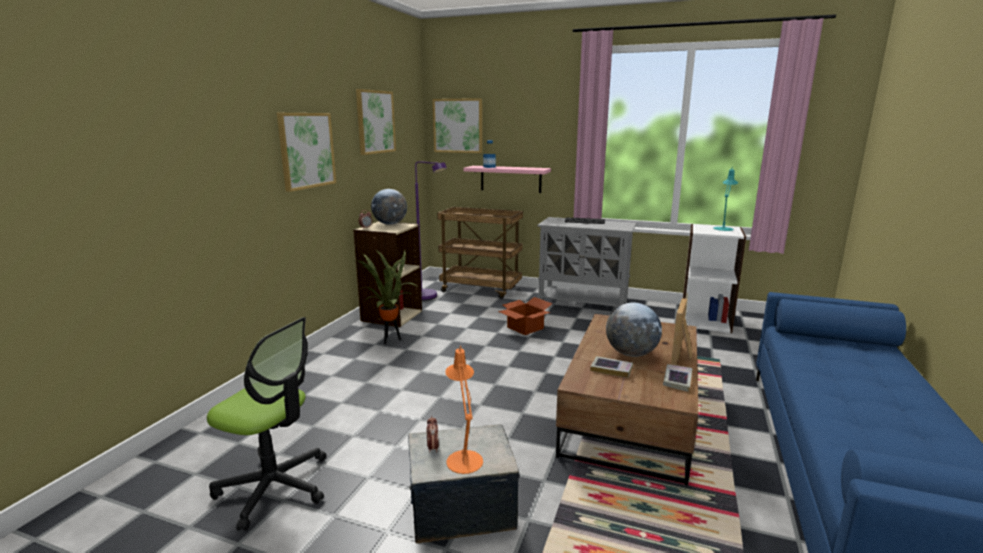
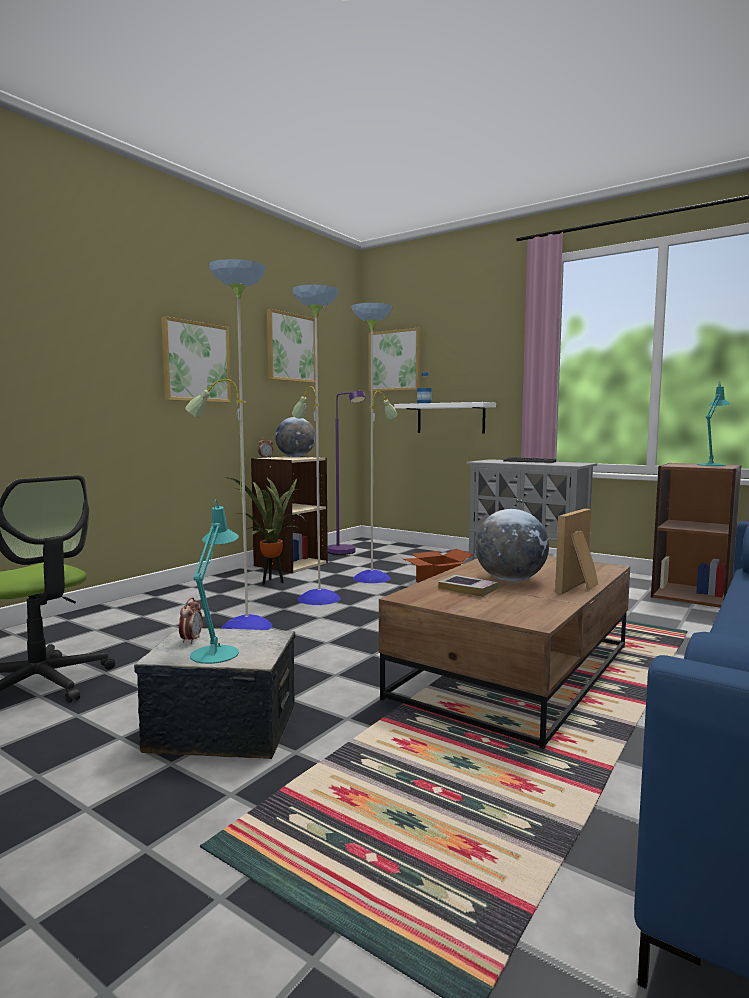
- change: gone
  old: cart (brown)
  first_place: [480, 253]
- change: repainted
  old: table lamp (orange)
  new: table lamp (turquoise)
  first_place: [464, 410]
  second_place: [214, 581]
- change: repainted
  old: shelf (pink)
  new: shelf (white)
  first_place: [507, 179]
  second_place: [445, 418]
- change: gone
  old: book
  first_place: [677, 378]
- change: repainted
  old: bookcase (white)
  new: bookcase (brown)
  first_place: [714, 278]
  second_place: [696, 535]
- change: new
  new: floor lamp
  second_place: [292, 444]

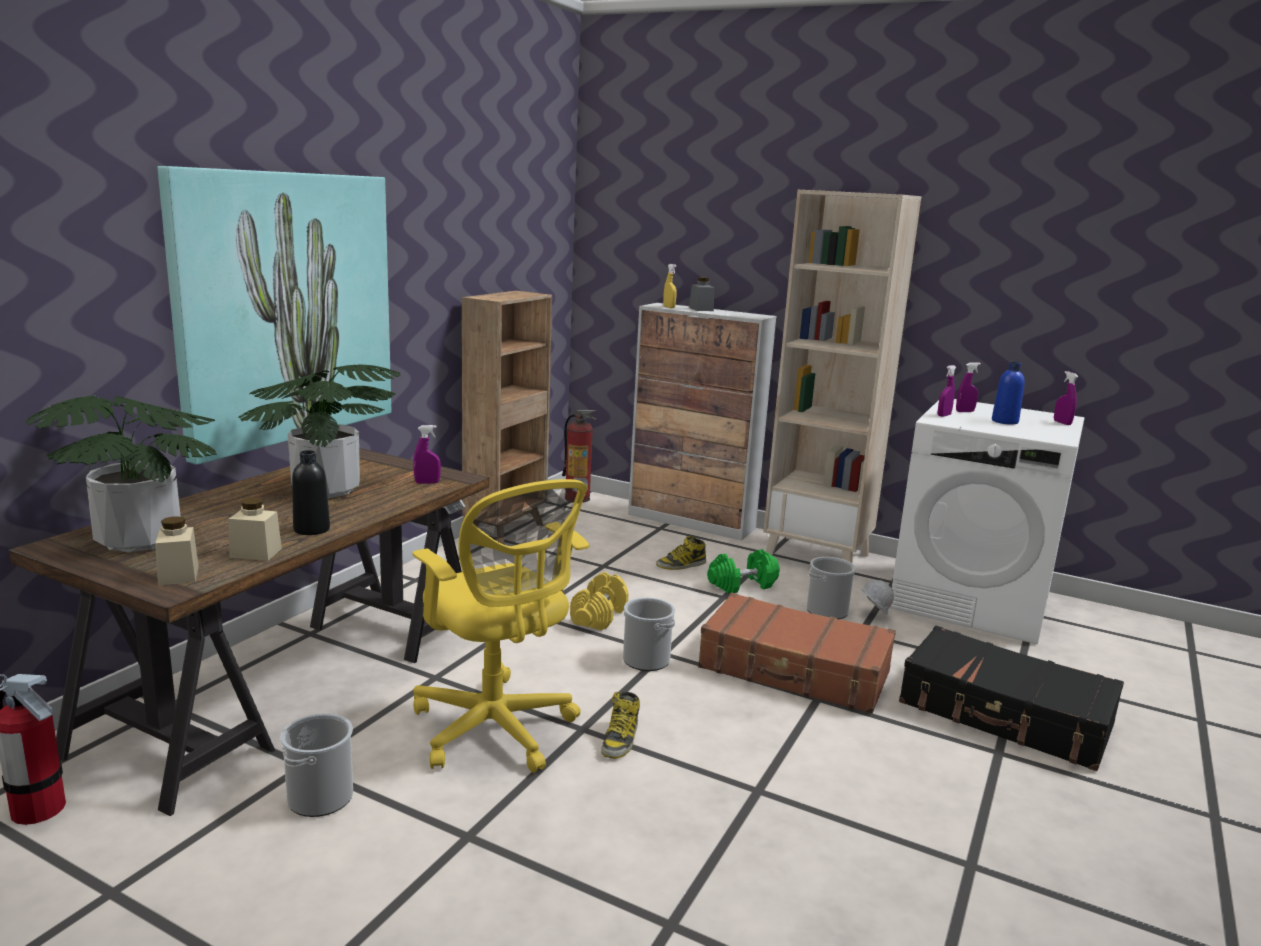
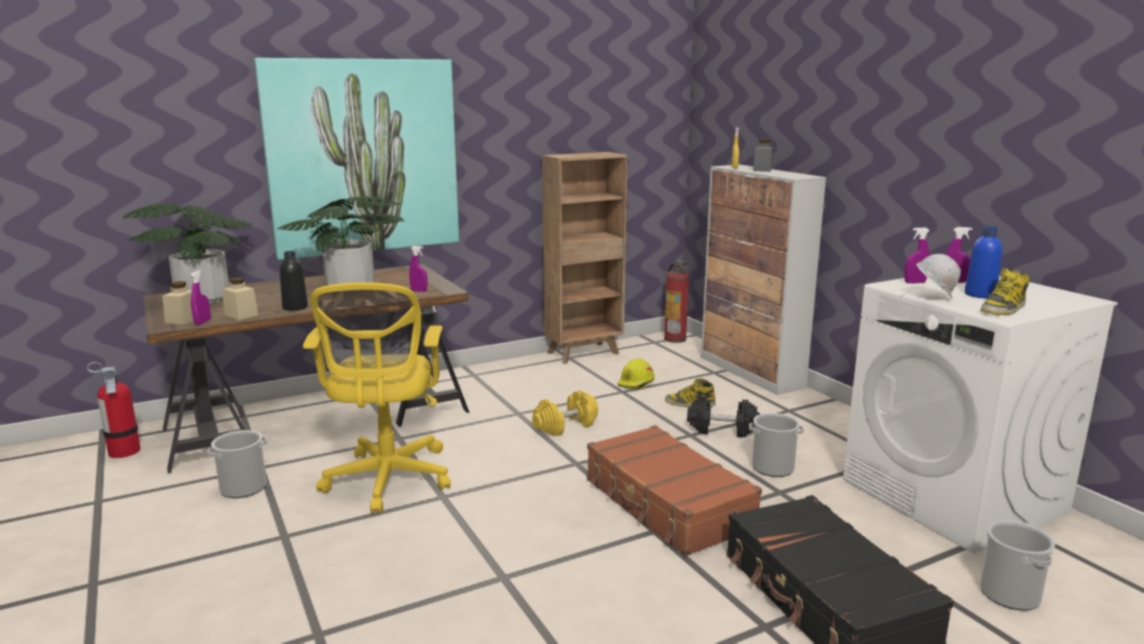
- change: shifted
  old: boot
  first_place: [620, 725]
  second_place: [1005, 291]
- change: shifted
  old: bucket
  first_place: [649, 634]
  second_place: [1017, 565]
- change: repainted
  old: dumbbell (green)
  new: dumbbell (black)
  first_place: [743, 571]
  second_place: [723, 416]
- change: gone
  old: bookcase (beige)
  first_place: [842, 376]
- change: shifted
  old: hard hat (white)
  first_place: [877, 597]
  second_place: [938, 276]
- change: shifted
  old: spray bottle (purple)
  first_place: [1066, 398]
  second_place: [200, 297]
- change: new
  new: hard hat (yellow)
  second_place: [636, 374]

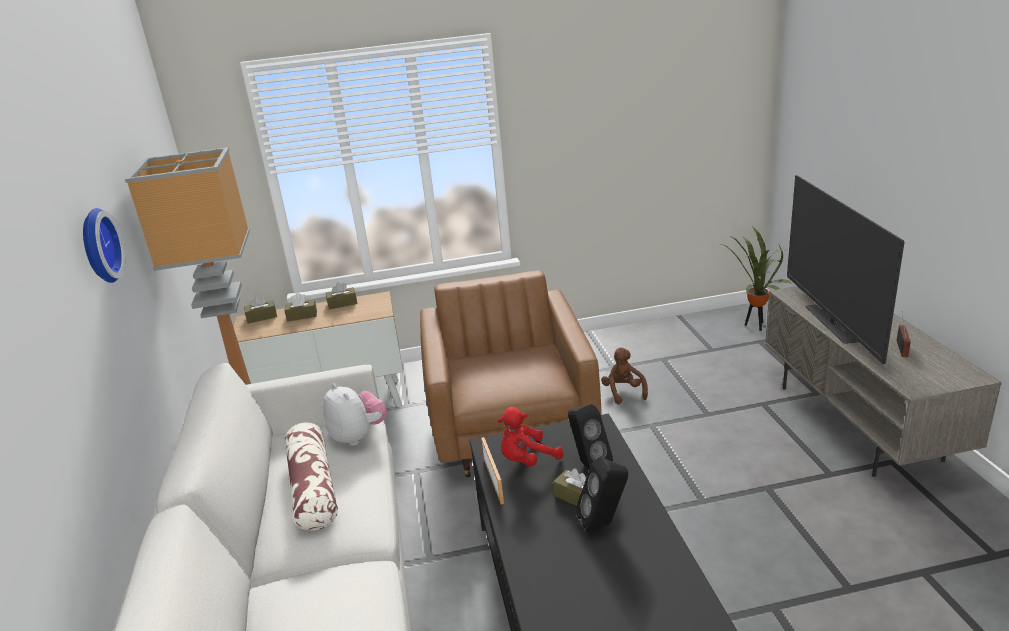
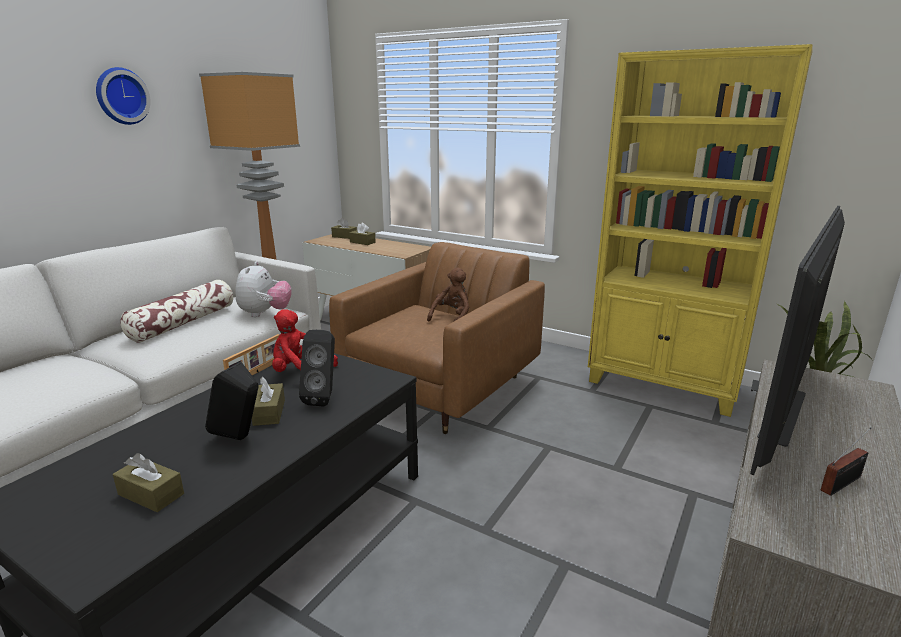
- change: shifted
  old: tissue box (brown)
  first_place: [341, 295]
  second_place: [148, 482]
- change: shifted
  old: plush toy (brown)
  first_place: [624, 376]
  second_place: [448, 294]
- change: new
  new: bookcase (yellow)
  second_place: [700, 230]

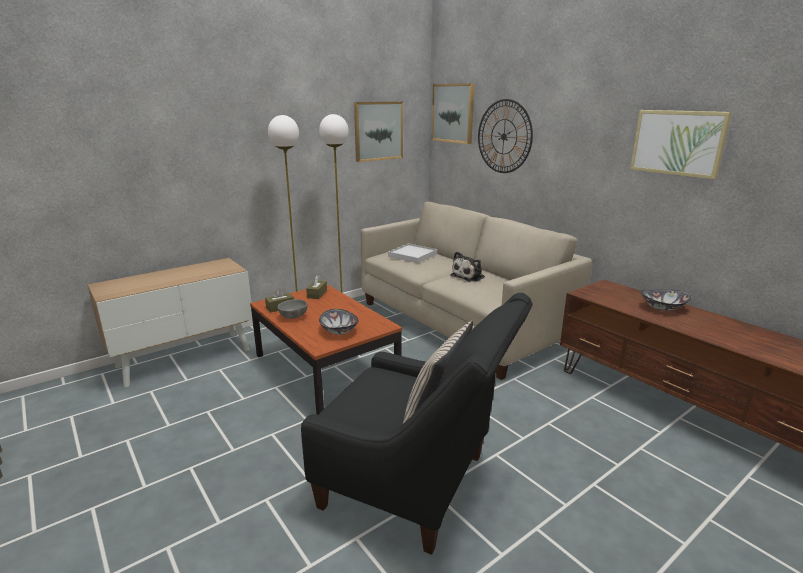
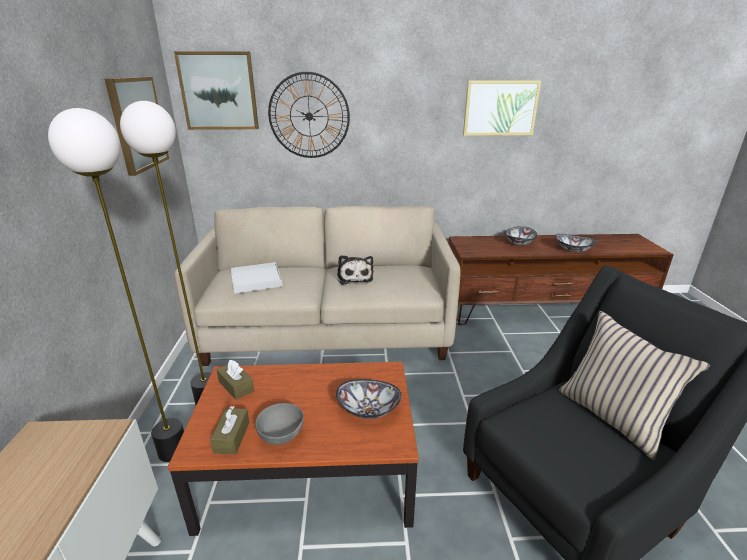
- change: new
  new: bowl
  second_place: [576, 243]

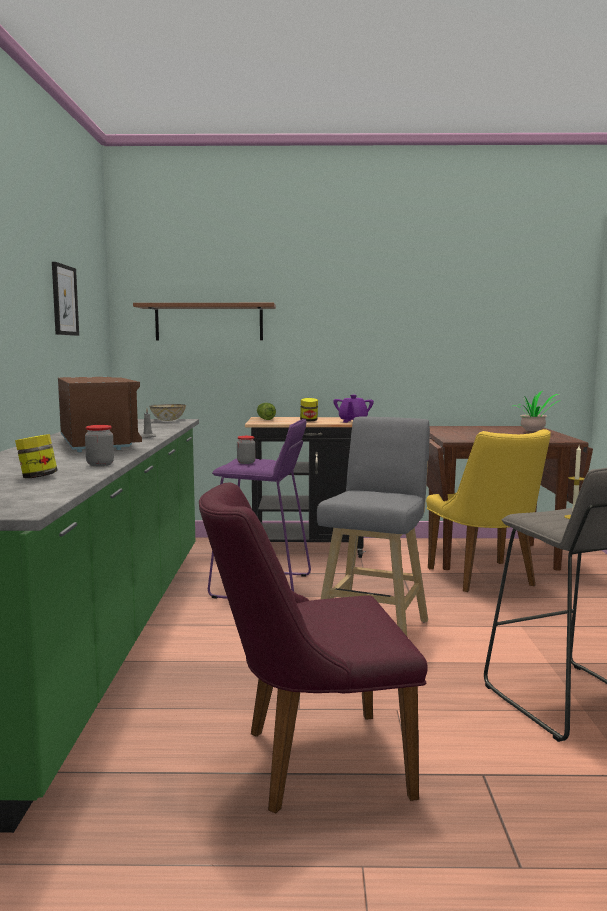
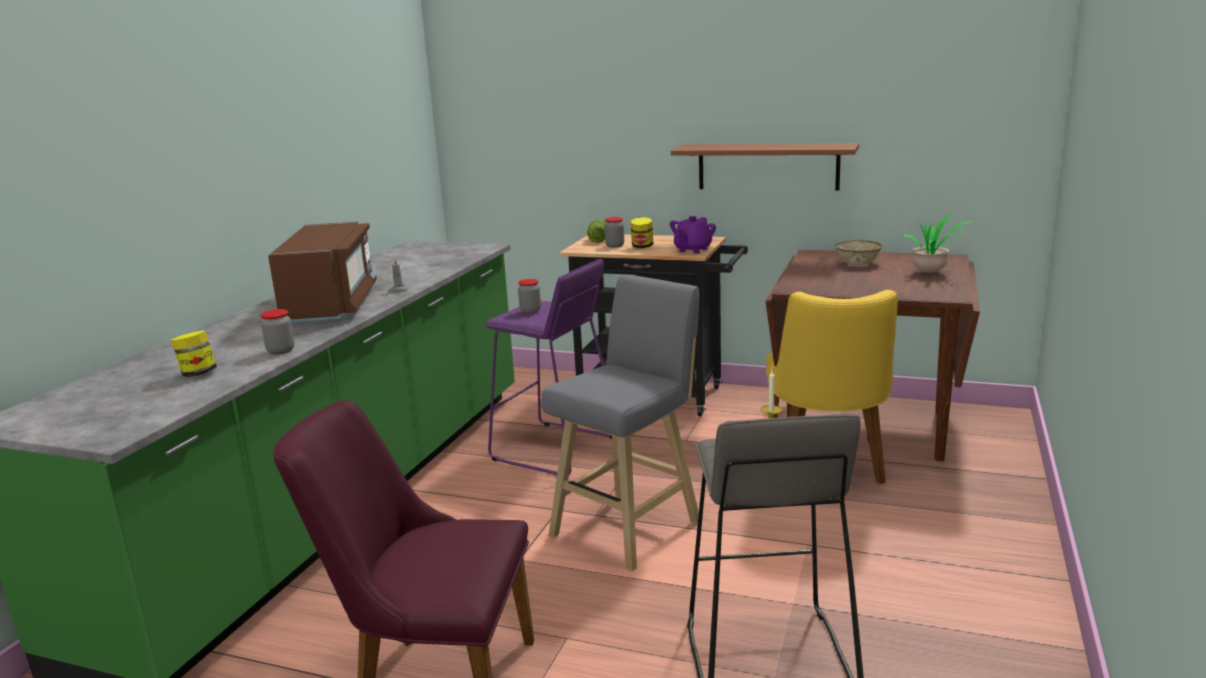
- change: gone
  old: picture
  first_place: [65, 299]
- change: shifted
  old: shelf (brown)
  first_place: [204, 321]
  second_place: [765, 166]
- change: shifted
  old: bowl
  first_place: [167, 412]
  second_place: [858, 252]
- change: new
  new: jar
  second_place: [614, 232]

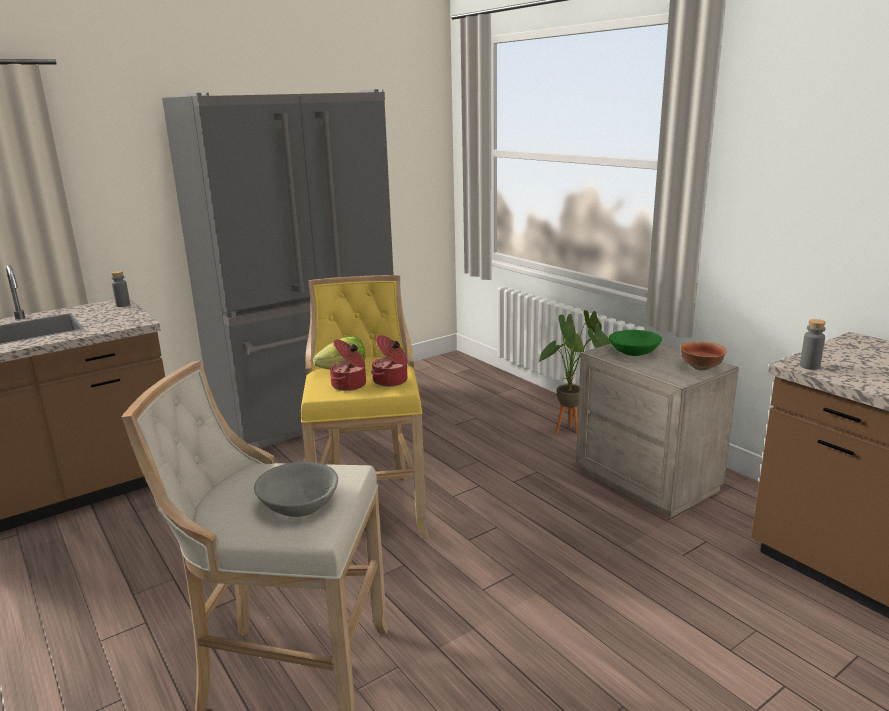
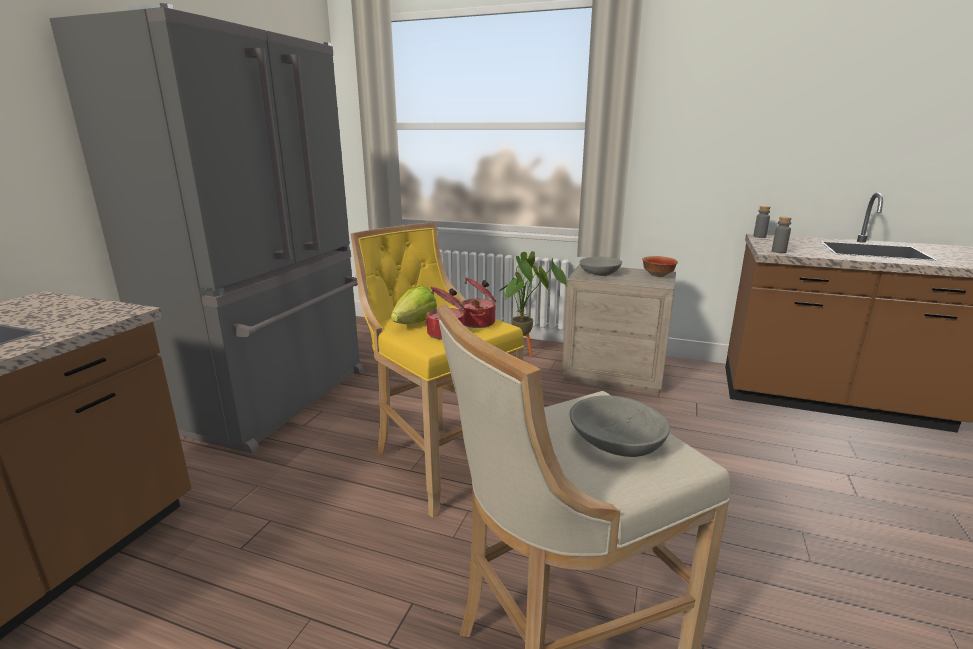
- change: shifted
  old: bottle (grey)
  first_place: [120, 289]
  second_place: [761, 222]
- change: repainted
  old: bowl (green)
  new: bowl (grey)
  first_place: [635, 343]
  second_place: [601, 266]

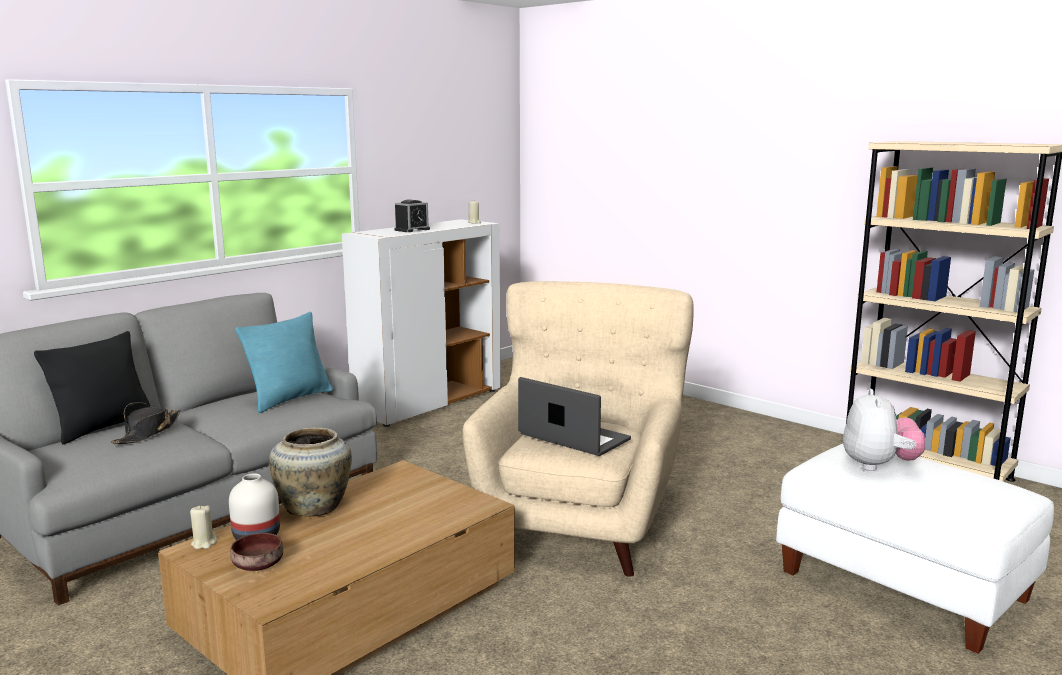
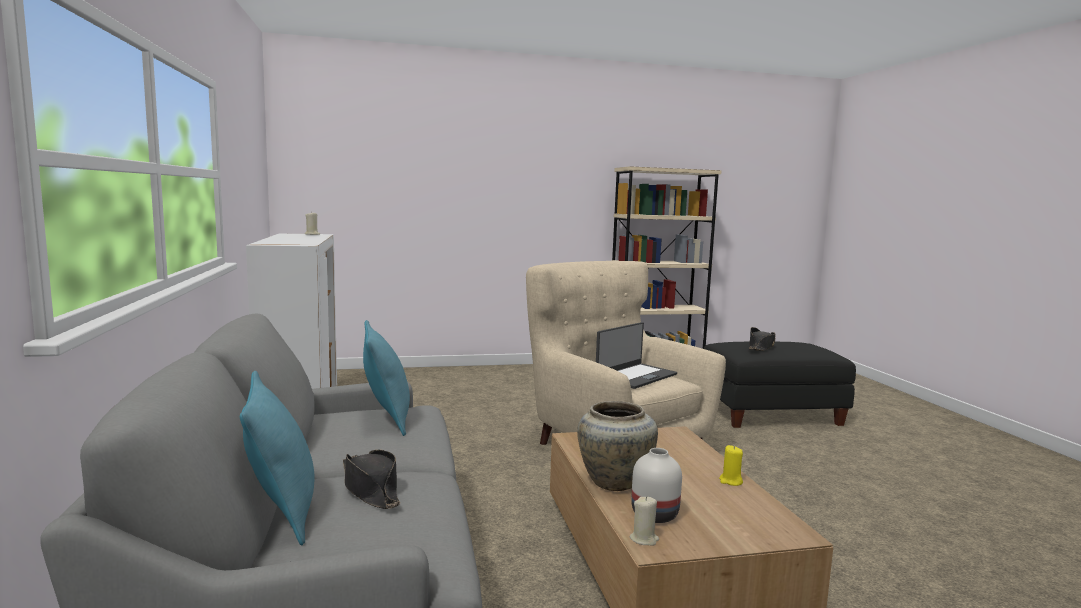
- change: repainted
  old: pillow (black)
  new: pillow (turquoise)
  first_place: [92, 387]
  second_place: [277, 458]
- change: gone
  old: bowl (brown)
  first_place: [256, 552]
- change: gone
  old: alarm clock
  first_place: [412, 215]
- change: rotated
  old: laptop
  first_place: [574, 416]
  second_place: [636, 355]
  degrees: 150
- change: repainted
  old: ottoman (white)
  new: ottoman (black)
  first_place: [915, 549]
  second_place: [780, 385]
- change: swapped
  old: plush toy
  new: hat (black)
  first_place: [884, 430]
  second_place: [762, 339]
- change: new
  new: candle (yellow)
  second_place: [731, 465]

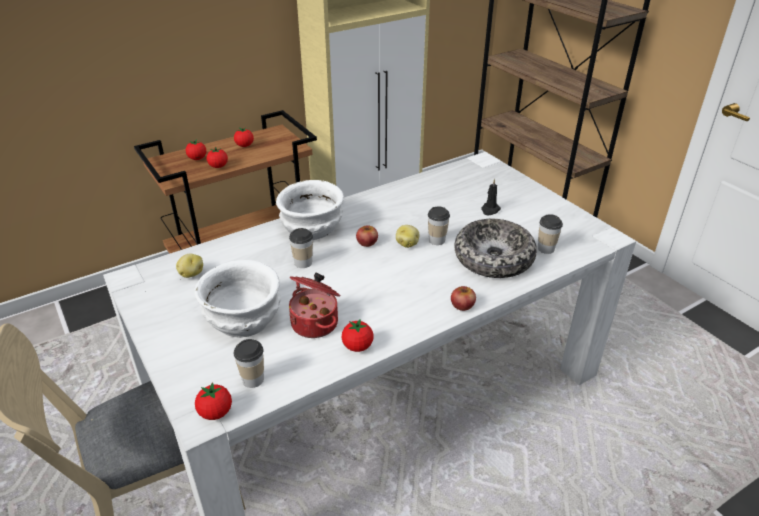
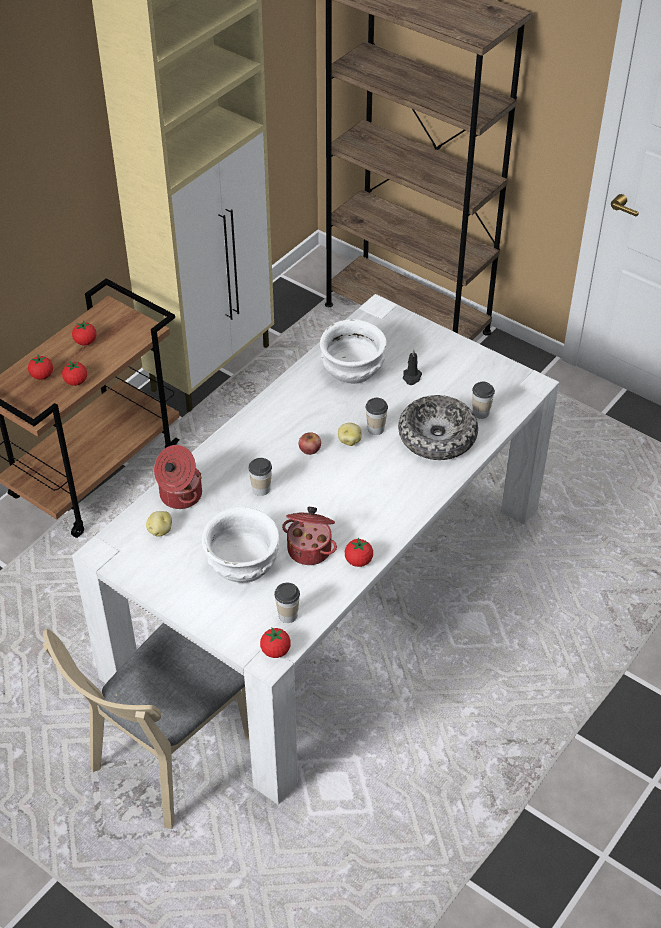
- change: shifted
  old: bowl (white)
  first_place: [310, 210]
  second_place: [353, 351]
- change: gone
  old: apple
  first_place: [463, 298]
- change: new
  new: cooking pot
  second_place: [178, 477]

